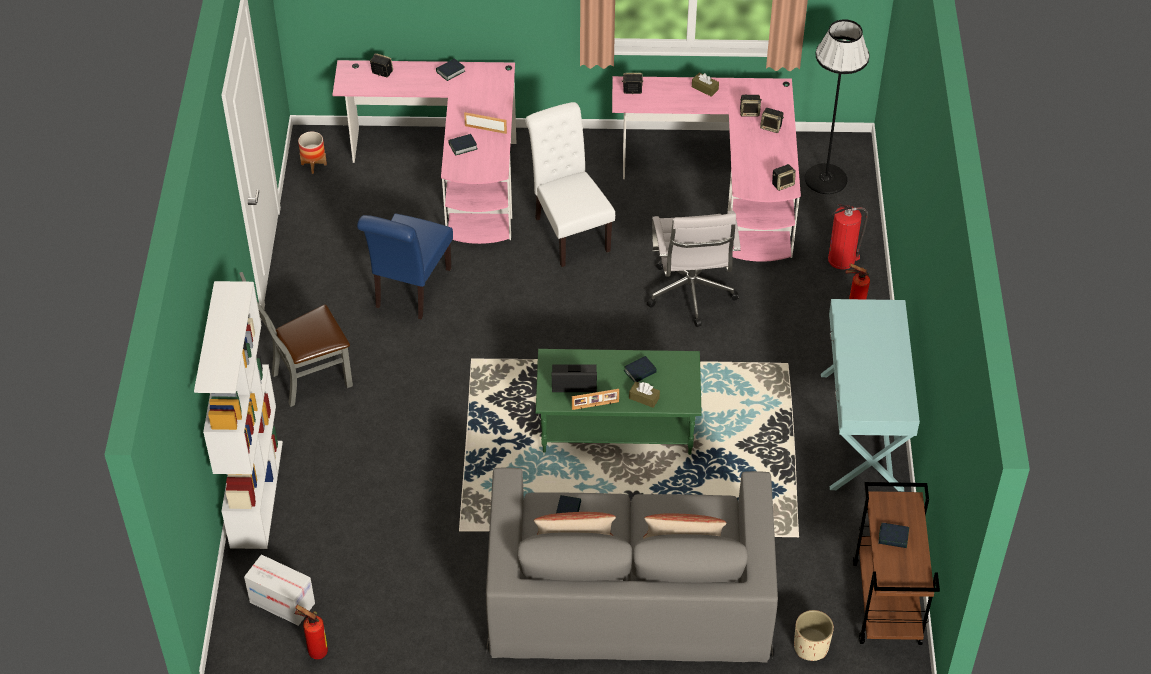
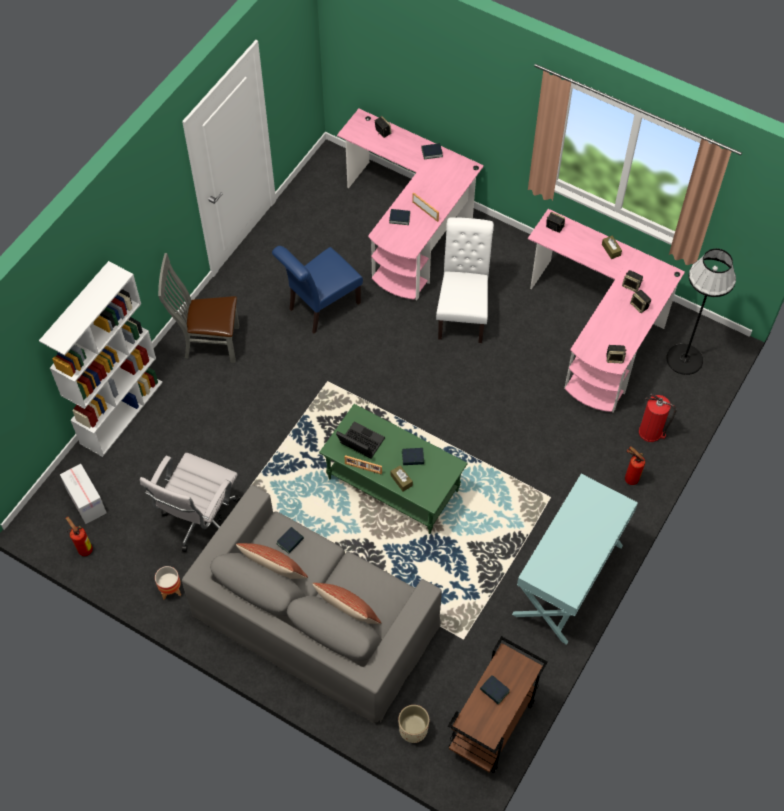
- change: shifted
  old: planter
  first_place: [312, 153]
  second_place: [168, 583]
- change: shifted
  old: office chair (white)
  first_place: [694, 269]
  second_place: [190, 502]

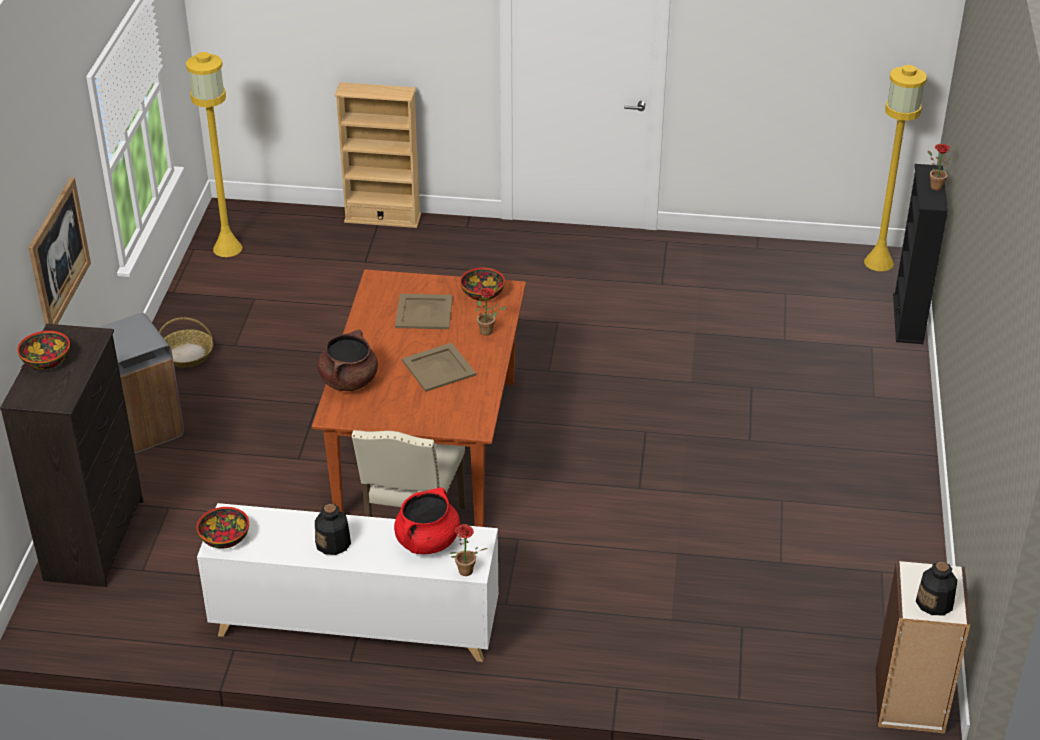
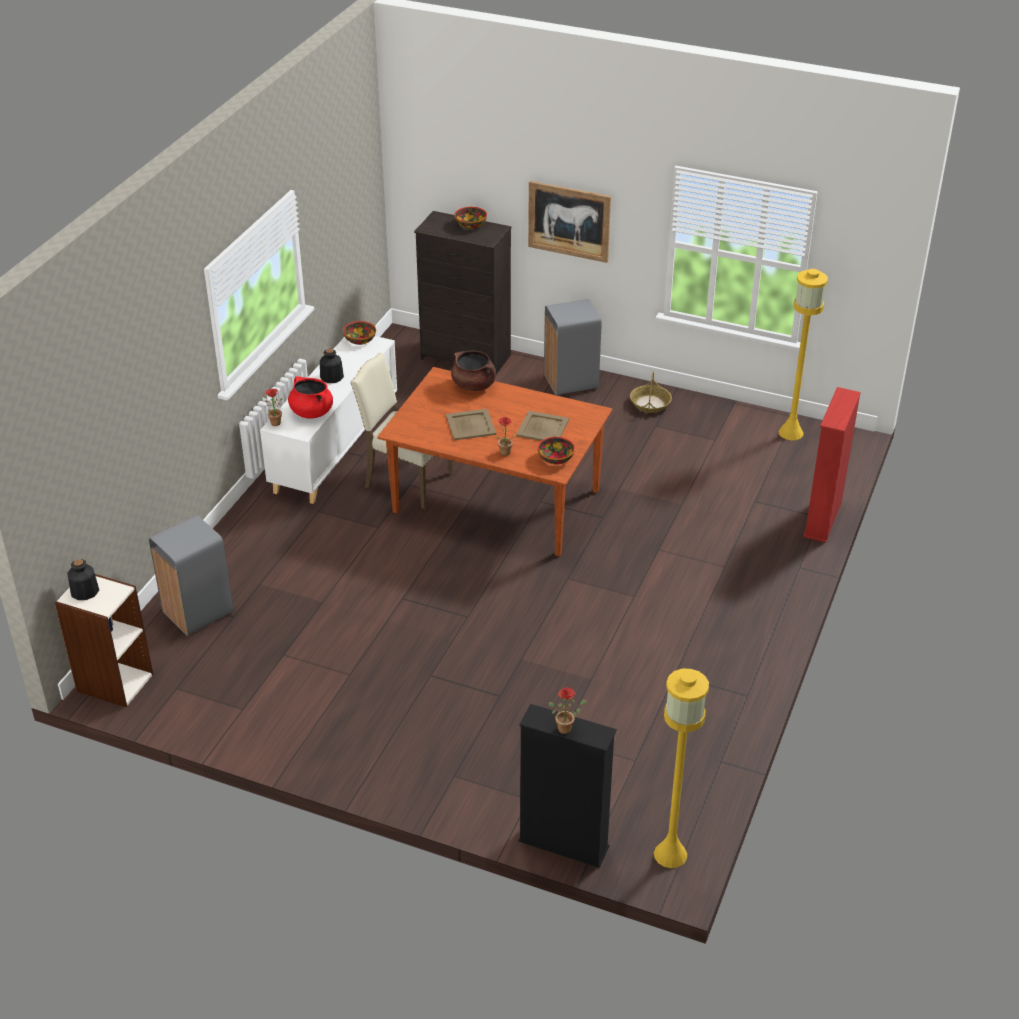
- change: repainted
  old: bookcase (beige)
  new: bookcase (red)
  first_place: [378, 155]
  second_place: [832, 465]
- change: new
  new: trash can (grey)
  second_place: [191, 575]

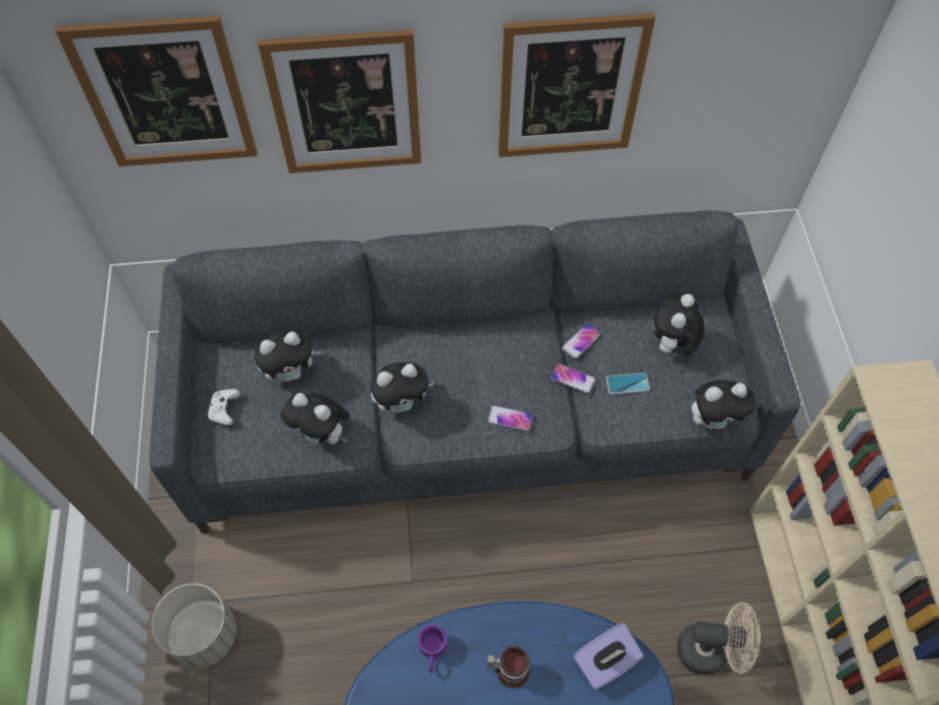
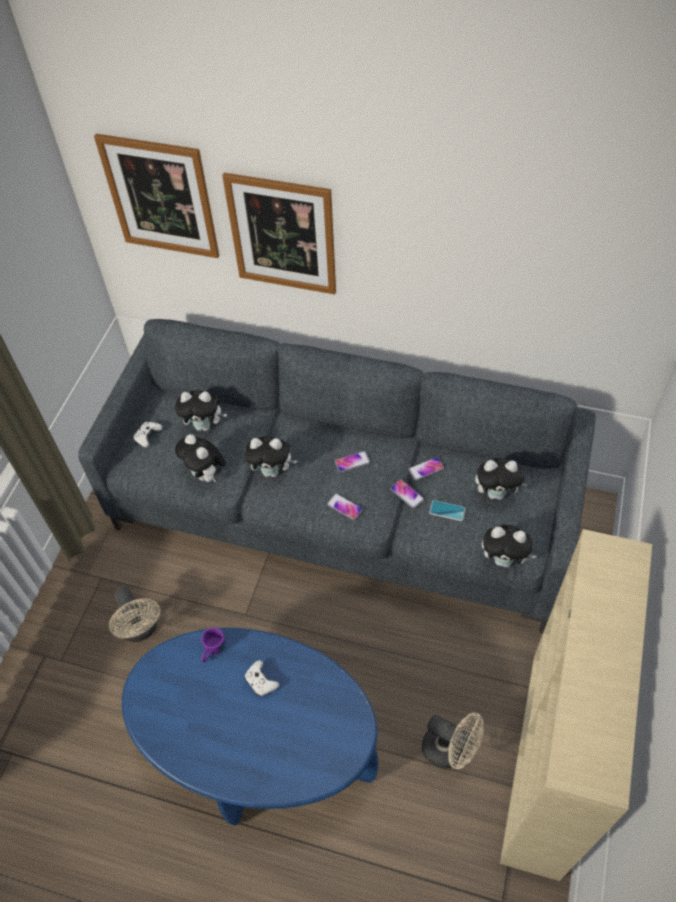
- change: gone
  old: planter (grey)
  first_place: [193, 626]
- change: swapped
  old: mug
  new: game controller (white)
  first_place: [508, 667]
  second_place: [261, 678]
- change: gone
  old: picture
  first_place: [577, 85]
- change: gone
  old: tissue box (purple)
  first_place: [608, 656]
- change: rotated
  old: plush toy
  first_place: [679, 323]
  second_place: [501, 479]
  degrees: -135
- change: new
  new: fan (beige)
  second_place: [134, 614]
- change: new
  new: phone
  second_place: [352, 461]

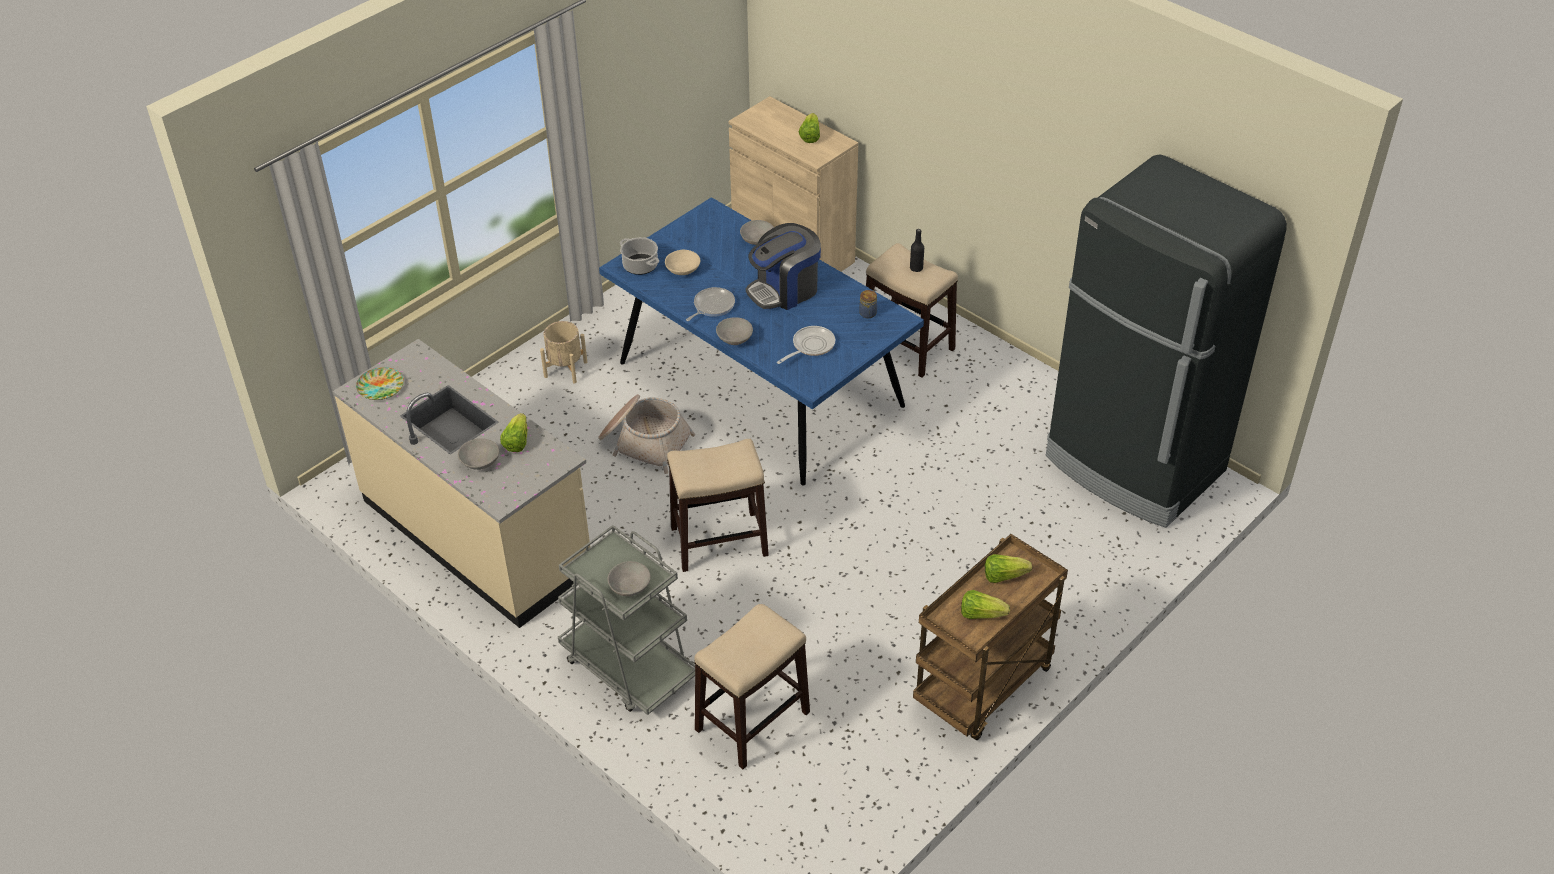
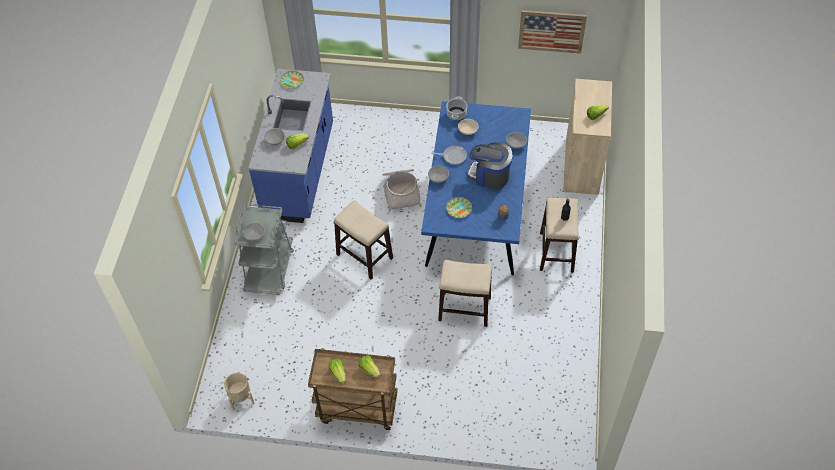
- change: repainted
  old: counter (beige)
  new: counter (blue)
  first_place: [461, 483]
  second_place: [290, 146]
- change: shifted
  old: planter (beige)
  first_place: [563, 352]
  second_place: [238, 392]
- change: shifted
  old: stool
  first_place: [752, 686]
  second_place: [465, 293]
- change: swapped
  old: frying pan
  new: plate
  first_place: [806, 345]
  second_place: [459, 207]
- change: gone
  old: fridge (black)
  first_place: [1166, 341]
- change: new
  new: picture
  second_place: [552, 32]

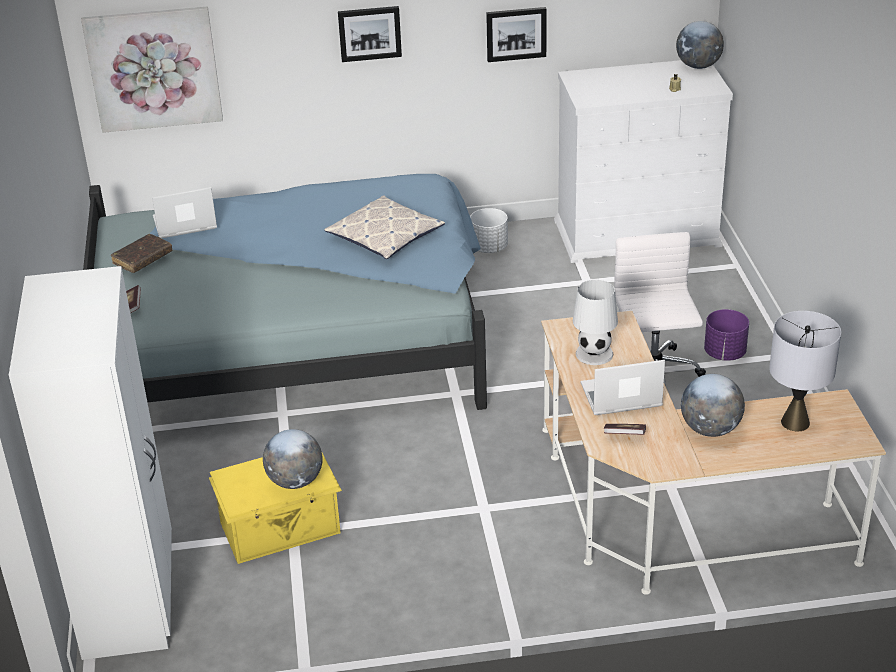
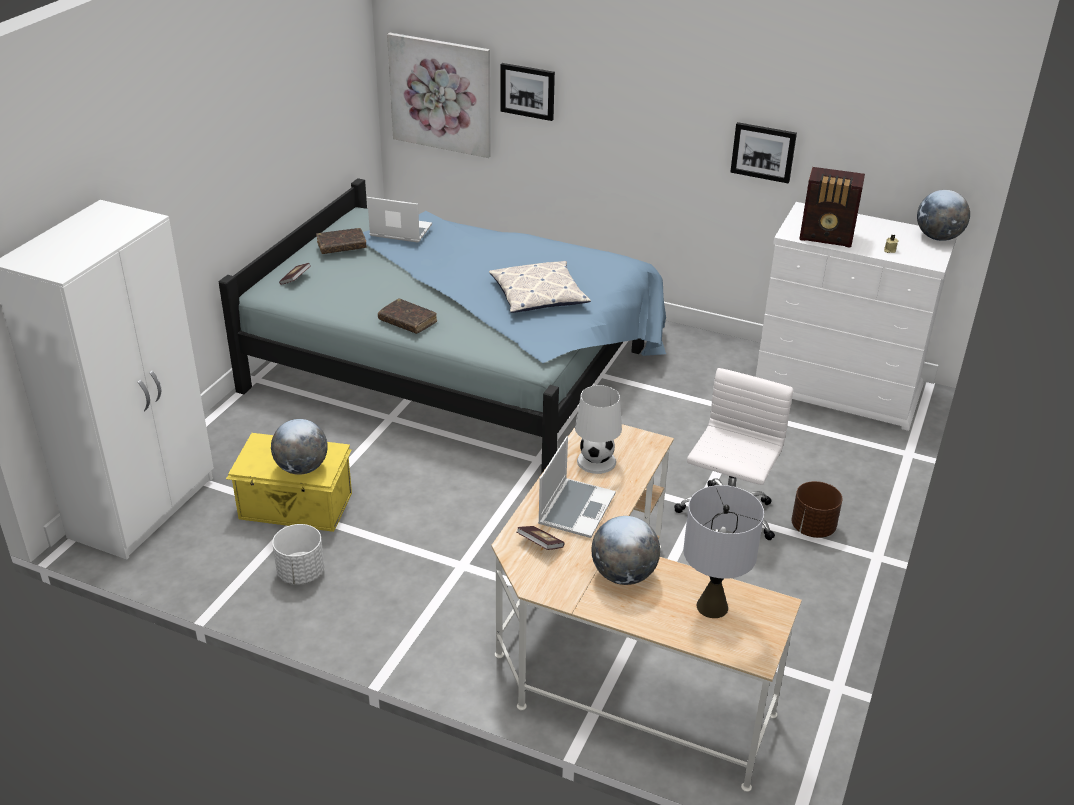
- change: shifted
  old: picture
  first_place: [370, 34]
  second_place: [528, 92]
- change: shifted
  old: planter (white)
  first_place: [489, 230]
  second_place: [298, 554]
- change: rotated
  old: laptop
  first_place: [623, 387]
  second_place: [577, 487]
  degrees: 90
- change: repainted
  old: planter (purple)
  new: planter (brown)
  first_place: [726, 335]
  second_place: [817, 509]
- change: new
  new: book (brown)
  second_place: [407, 316]
- change: new
  new: radio
  second_place: [832, 207]

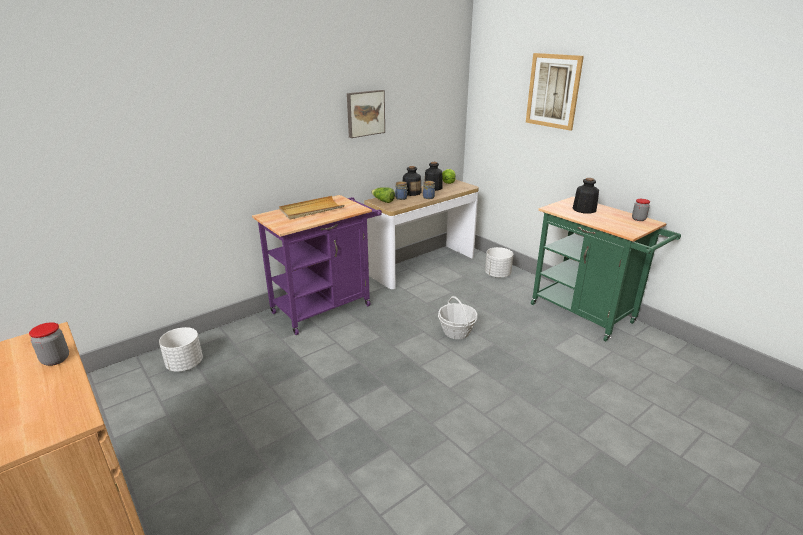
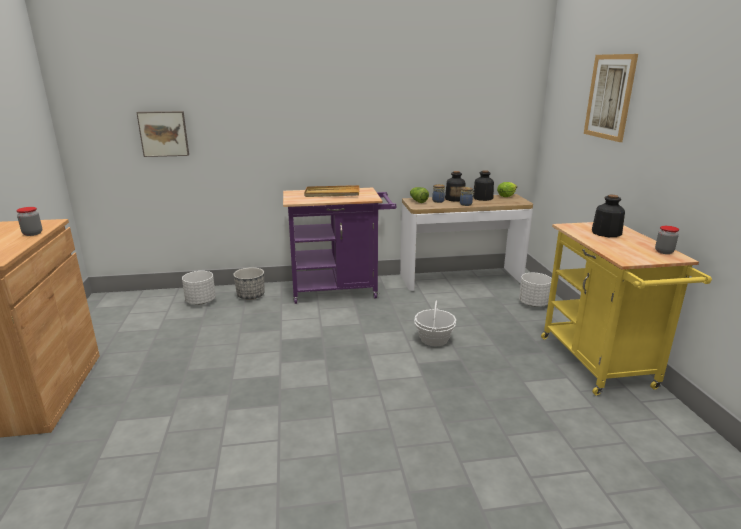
- change: shifted
  old: picture
  first_place: [366, 114]
  second_place: [162, 134]
- change: repainted
  old: cart (green)
  new: cart (yellow)
  first_place: [606, 268]
  second_place: [626, 308]
- change: new
  new: planter
  second_place: [248, 283]

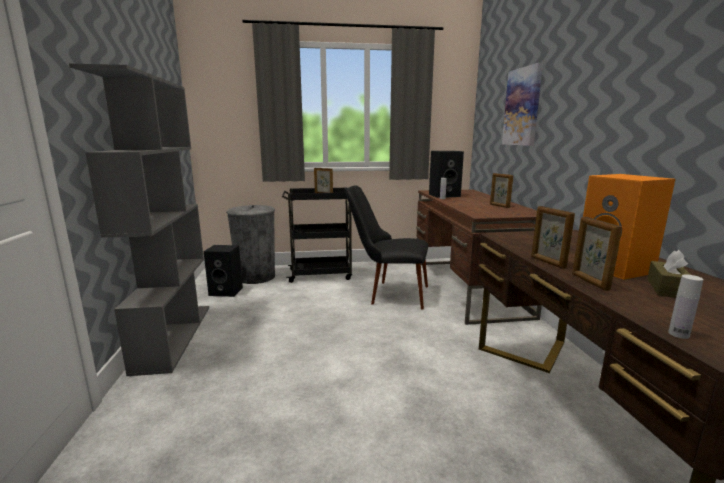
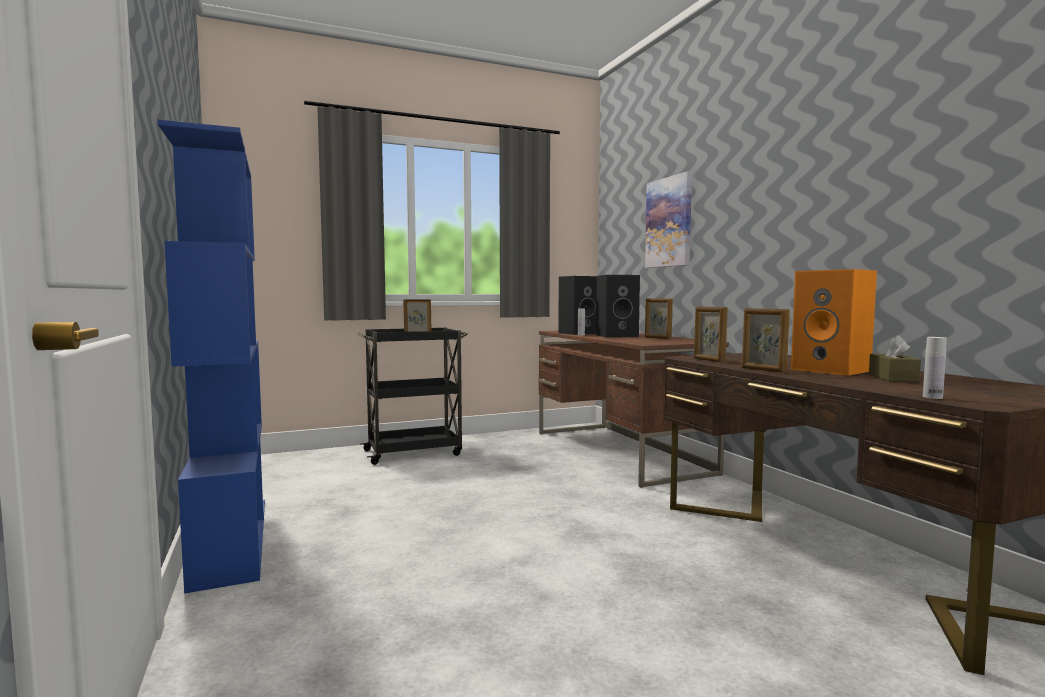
- change: repainted
  old: bookcase (grey)
  new: bookcase (blue)
  first_place: [139, 220]
  second_place: [211, 357]
- change: shifted
  old: speaker (black)
  first_place: [223, 271]
  second_place: [618, 306]
- change: gone
  old: trash can (grey)
  first_place: [250, 244]
- change: gone
  old: chair (black)
  first_place: [387, 247]
- change: shifted
  old: picture frame
  first_place: [597, 254]
  second_place: [710, 334]

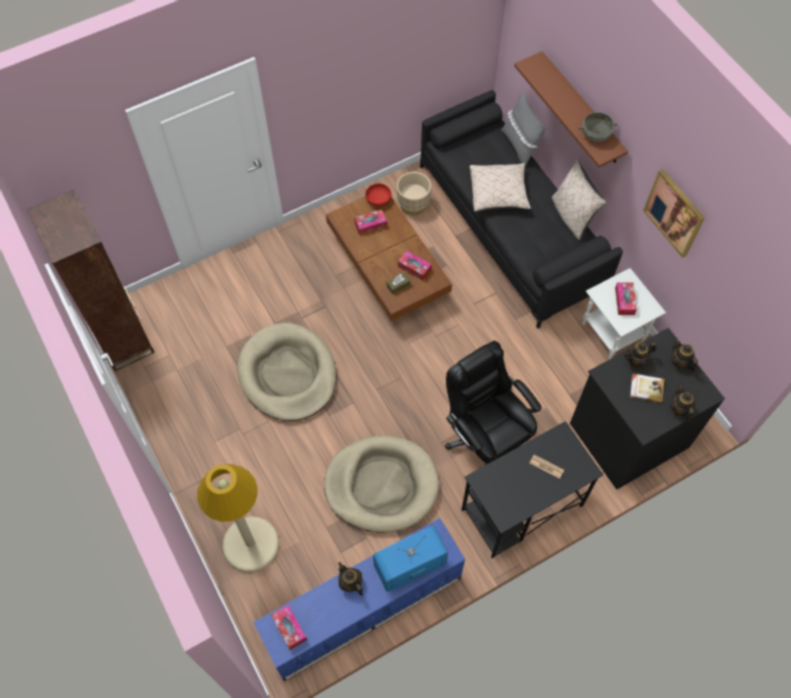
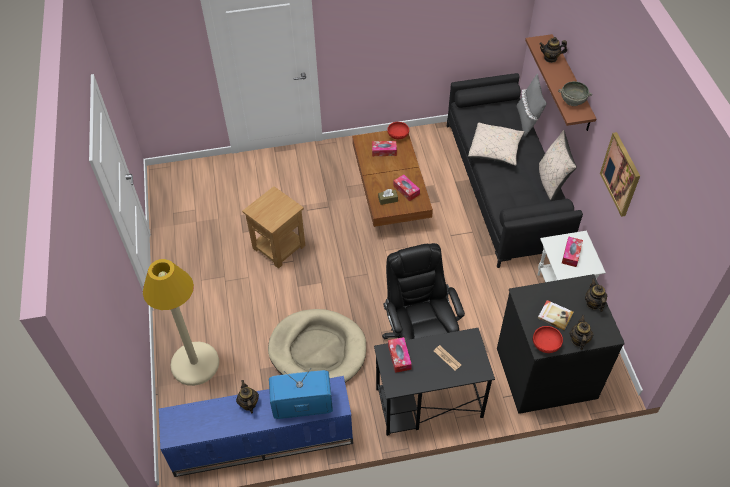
- change: gone
  old: bookcase (brown)
  first_place: [91, 280]
- change: swapped
  old: dog bed (beige)
  new: side table (brown)
  first_place: [286, 372]
  second_place: [273, 227]
- change: shifted
  old: tissue box
  first_place: [289, 627]
  second_place: [400, 355]
- change: gone
  old: planter (beige)
  first_place: [414, 194]
- change: shifted
  old: teapot
  first_place: [640, 354]
  second_place: [553, 50]
- change: new
  new: bowl (red)
  second_place: [548, 339]

